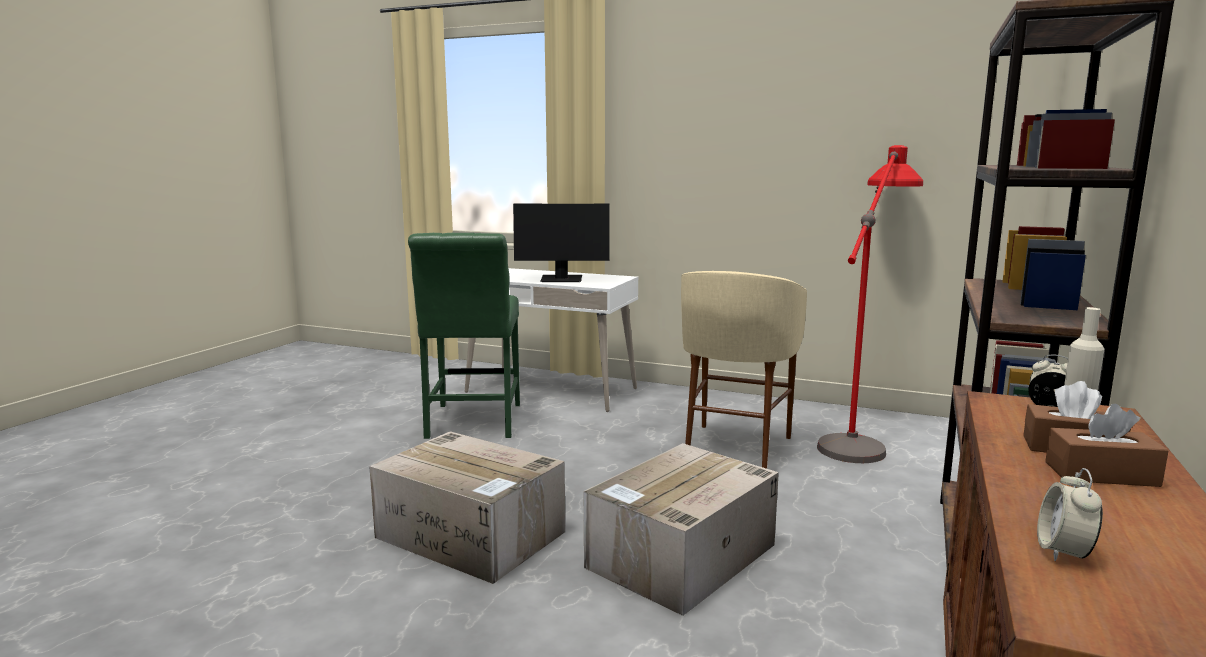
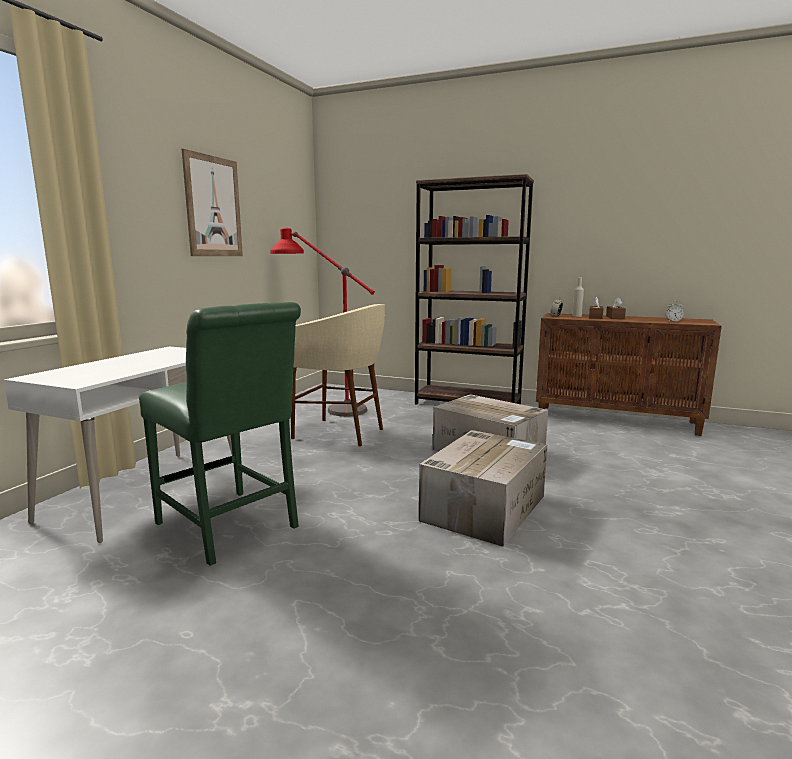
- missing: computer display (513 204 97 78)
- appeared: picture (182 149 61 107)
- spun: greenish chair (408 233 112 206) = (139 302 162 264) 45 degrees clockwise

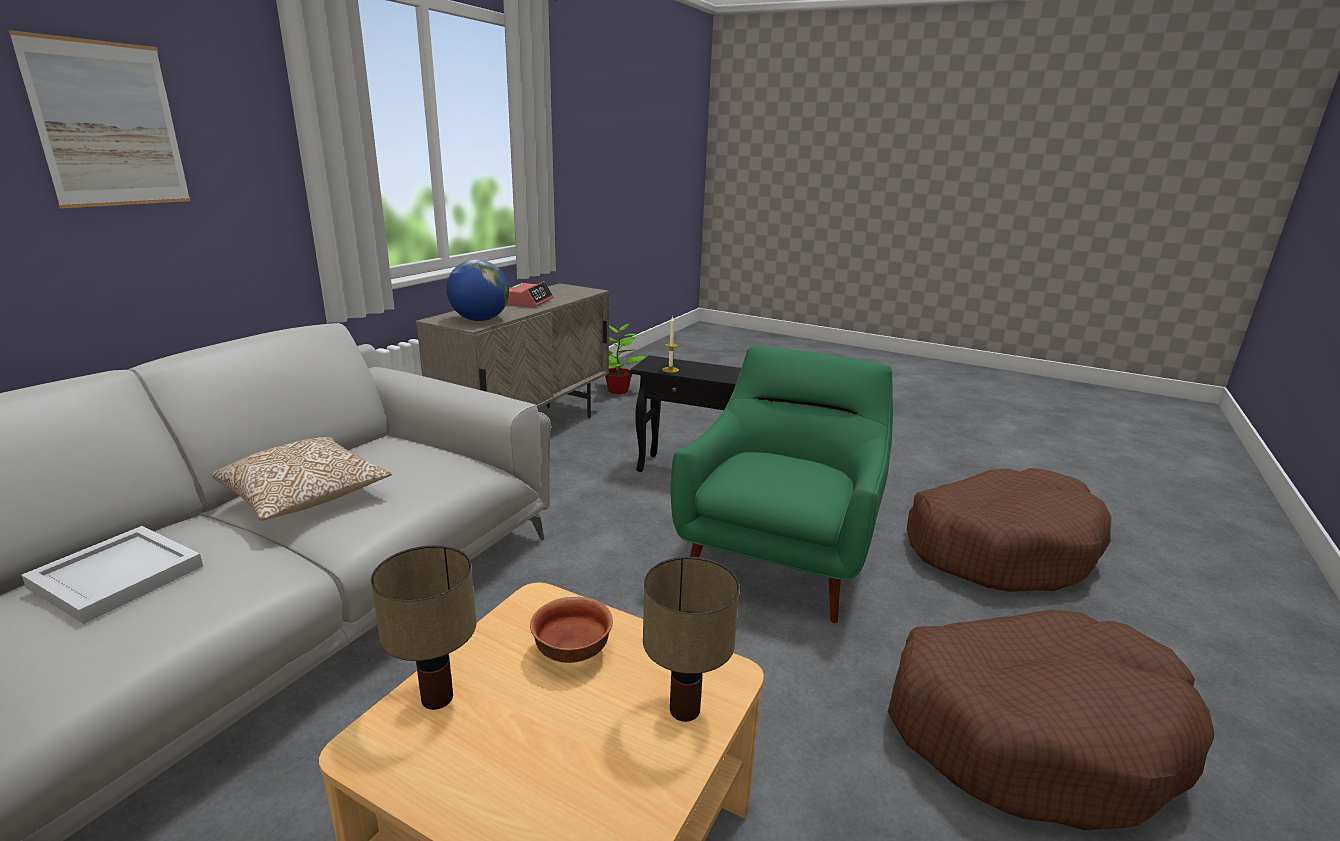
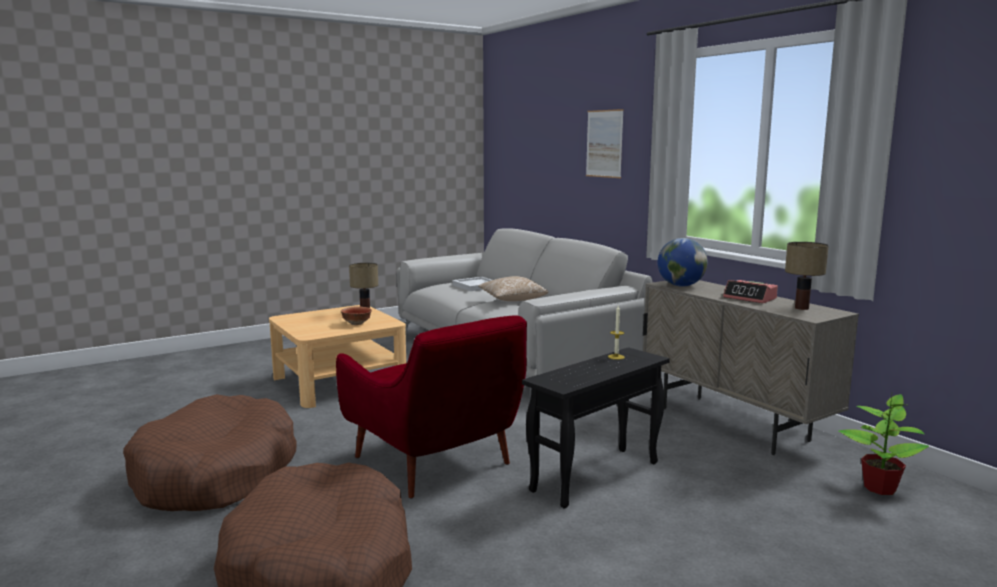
- relocated: lamp for a table (643 557 97 165) to (785 242 44 68)
- colour: greenish lounge chair (671 345 222 278) to red-coloured lounge chair (336 315 191 184)

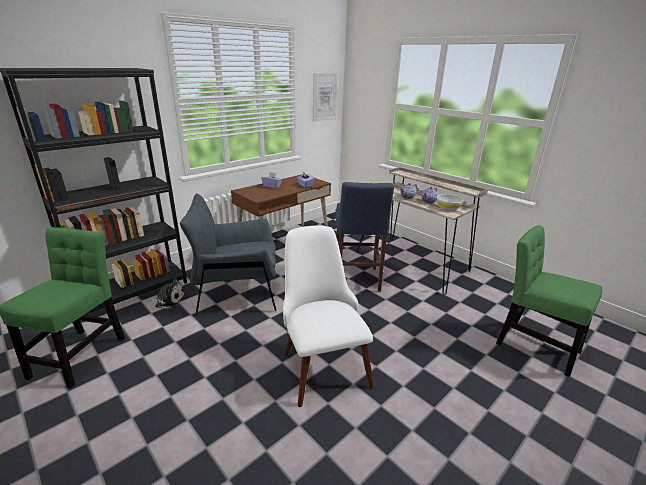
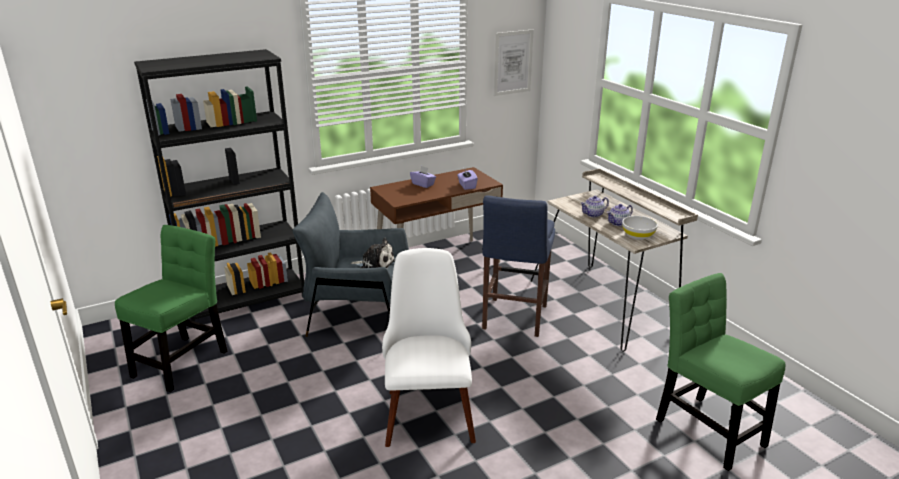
- relocated: plush toy (147 278 39 31) to (351 238 44 31)

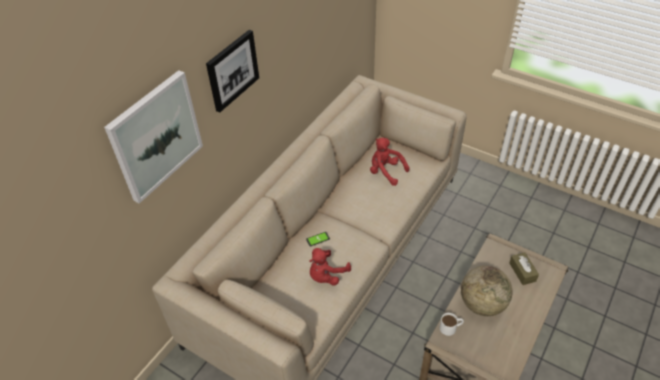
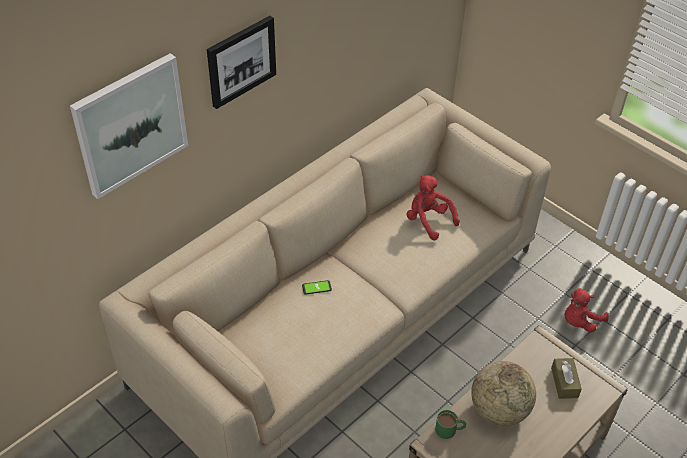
- relocated: red-coloured plush toy (309 248 42 37) to (564 288 45 45)
- colour: white coffee mug (440 313 24 23) to greenish coffee mug (435 410 31 29)

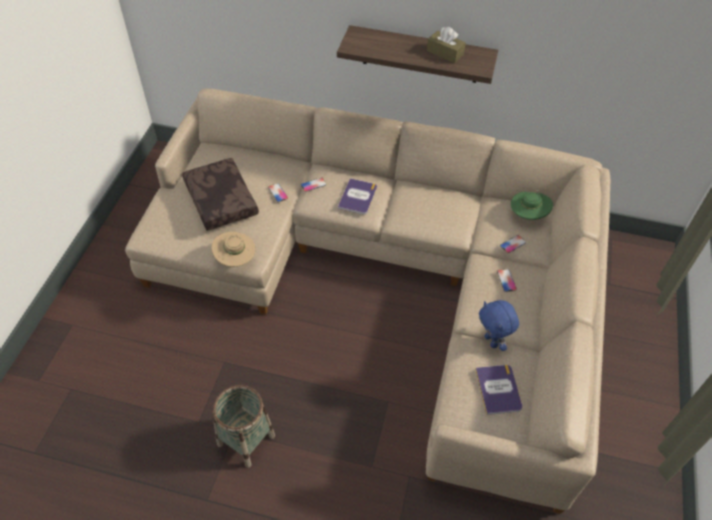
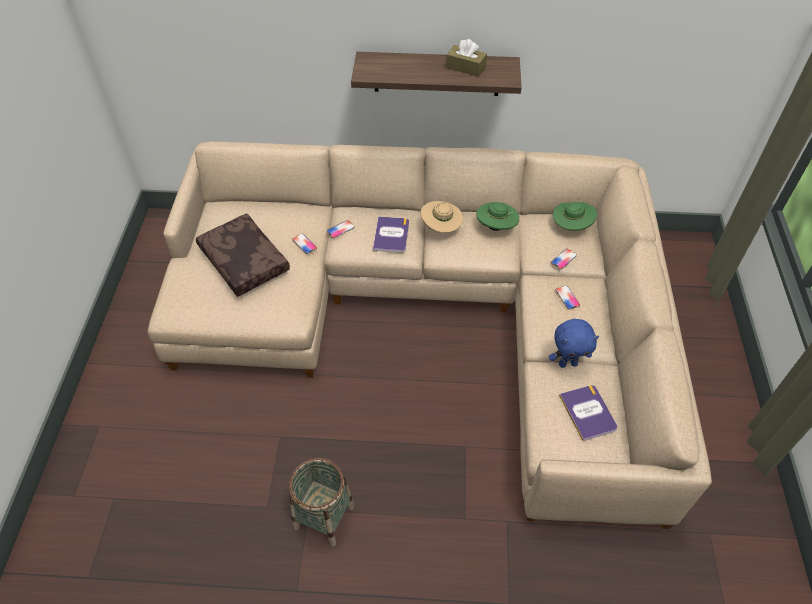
- appeared: greenish wearable hat (476 202 43 29)
- relocated: beige wearable hat (211 232 45 35) to (421 201 42 32)
- spun: blue plush toy (479 300 40 51) = (549 319 50 49) 60 degrees counterclockwise

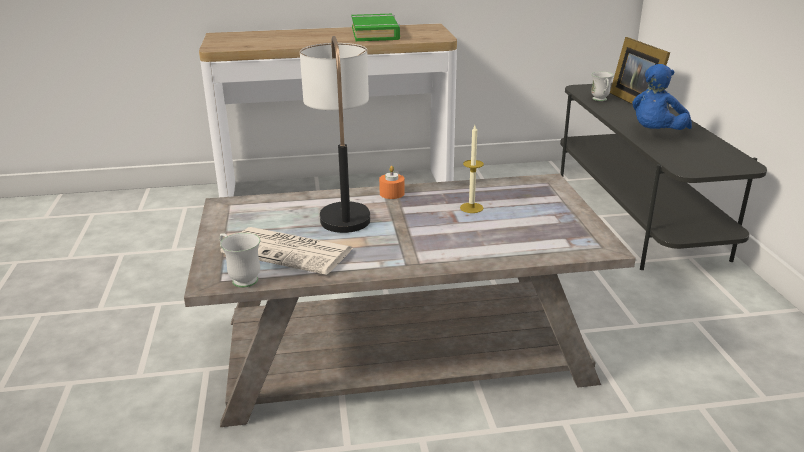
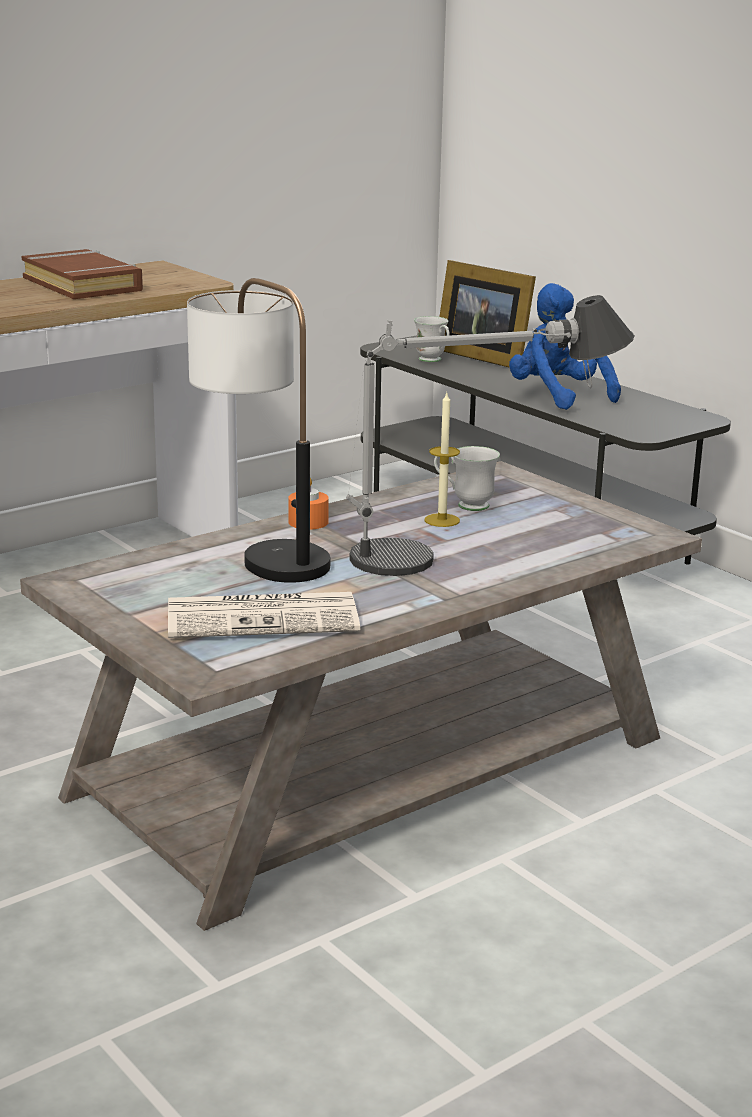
- appeared: lamp for a table (346 295 289 281)
- relocated: white coffee mug (220 233 40 54) to (434 446 66 65)
- colour: greenish bound book (351 14 49 27) to brown bound book (21 249 122 50)
- spun: blue plush toy (632 64 60 66) = (509 283 112 127) 135 degrees clockwise

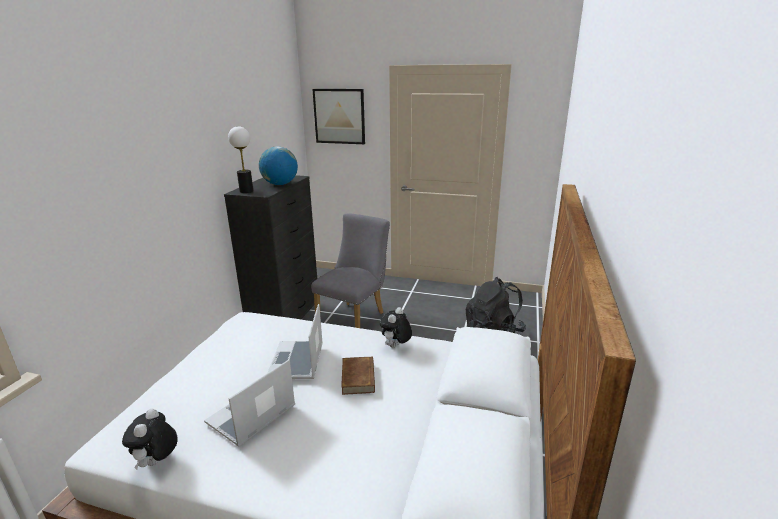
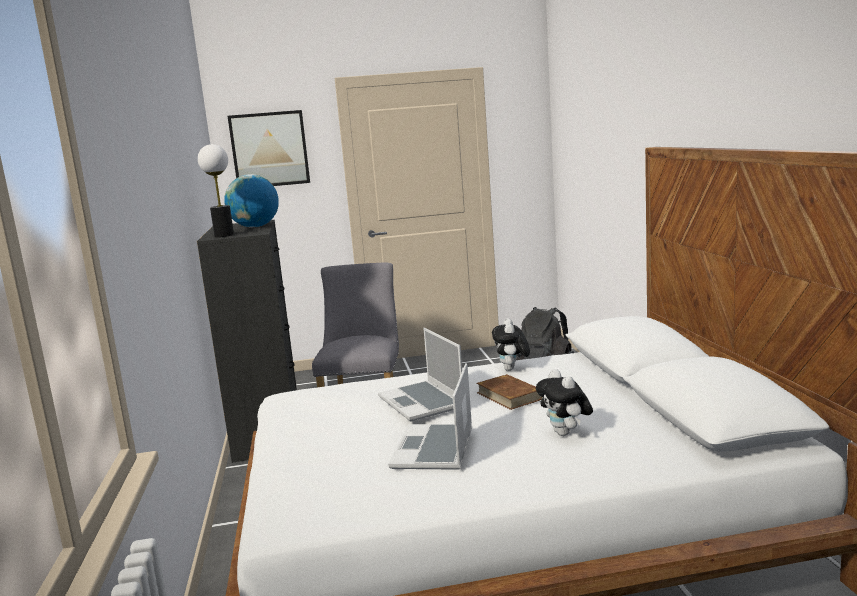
- relocated: plush toy (122 409 56 61) to (536 369 57 67)

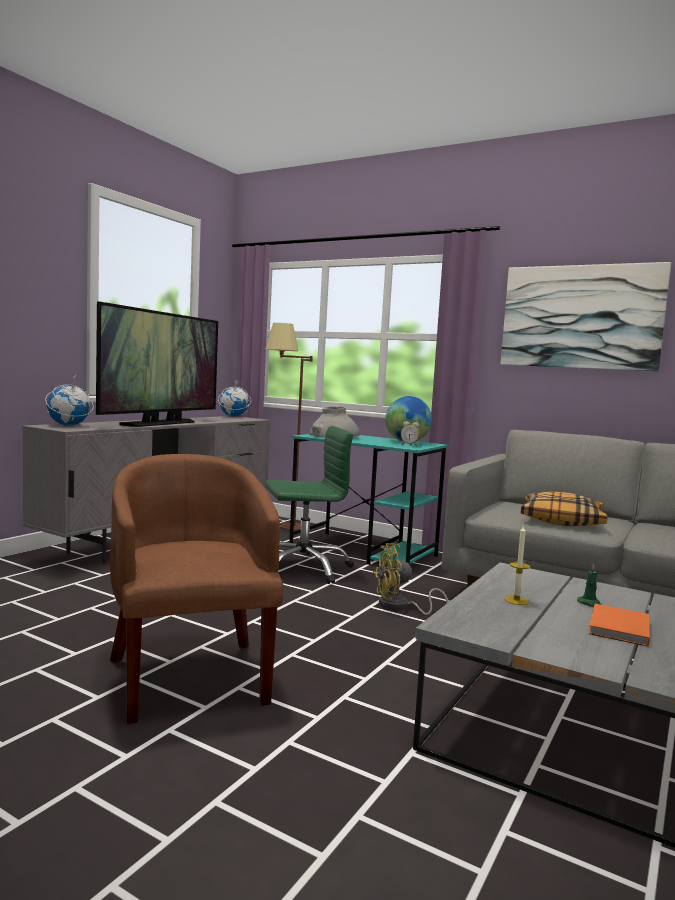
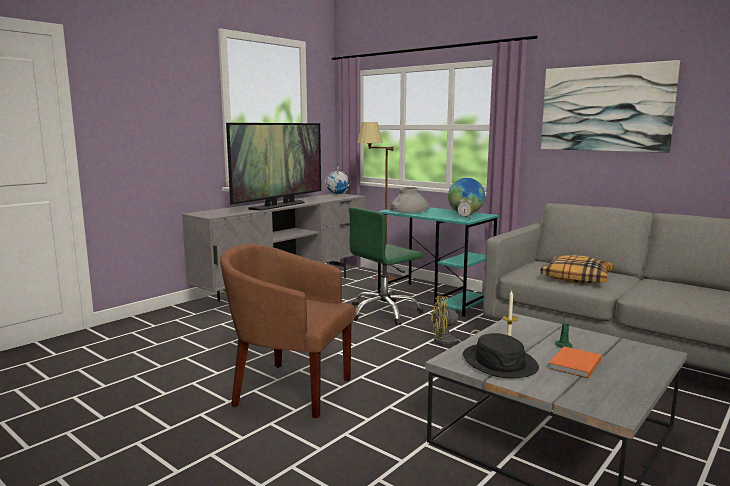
- missing: globe (45 375 49 51)
- appeared: black wearable hat (463 333 76 45)
- spun: brown lounge chair (110 454 174 270) = (220 244 136 174) 60 degrees counterclockwise
- spun: greenish office chair (265 426 89 158) = (349 207 75 118) 150 degrees clockwise

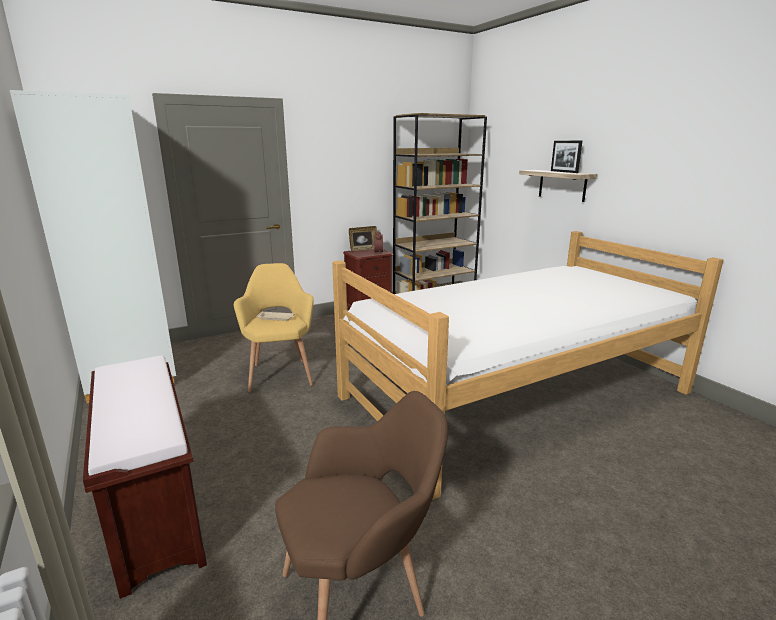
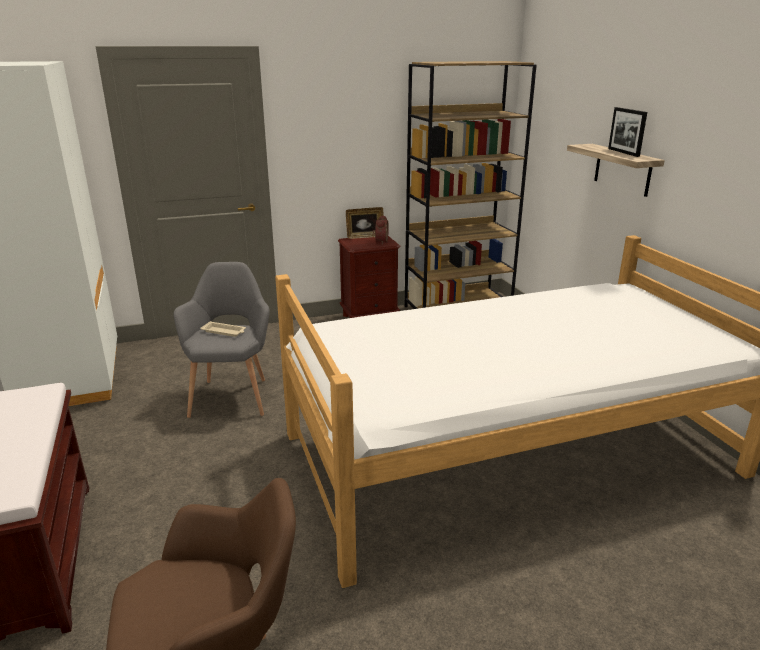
- colour: yellow lounge chair (234 263 80 129) to grey lounge chair (173 262 97 156)

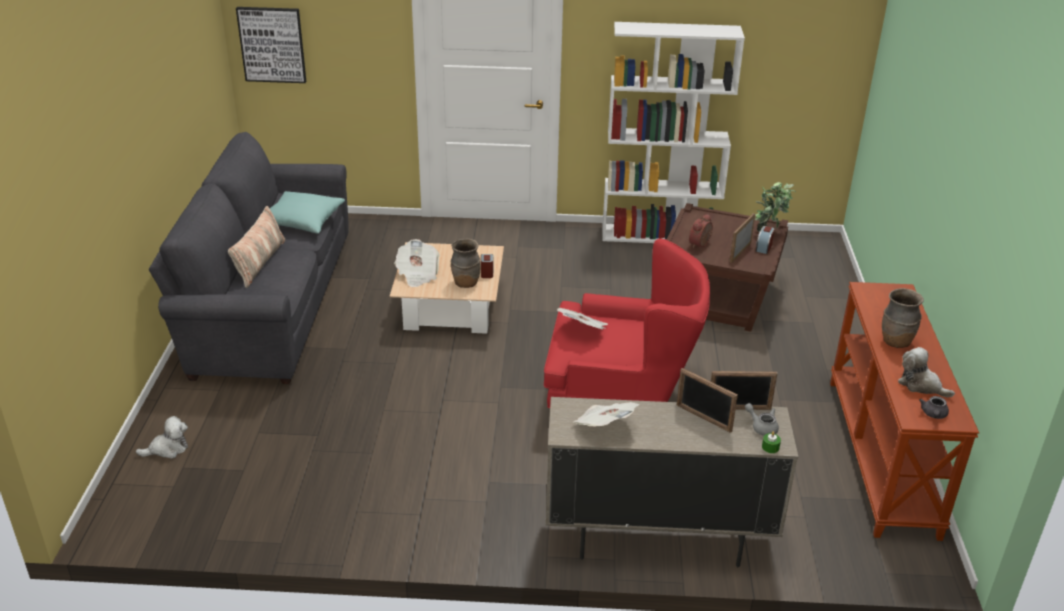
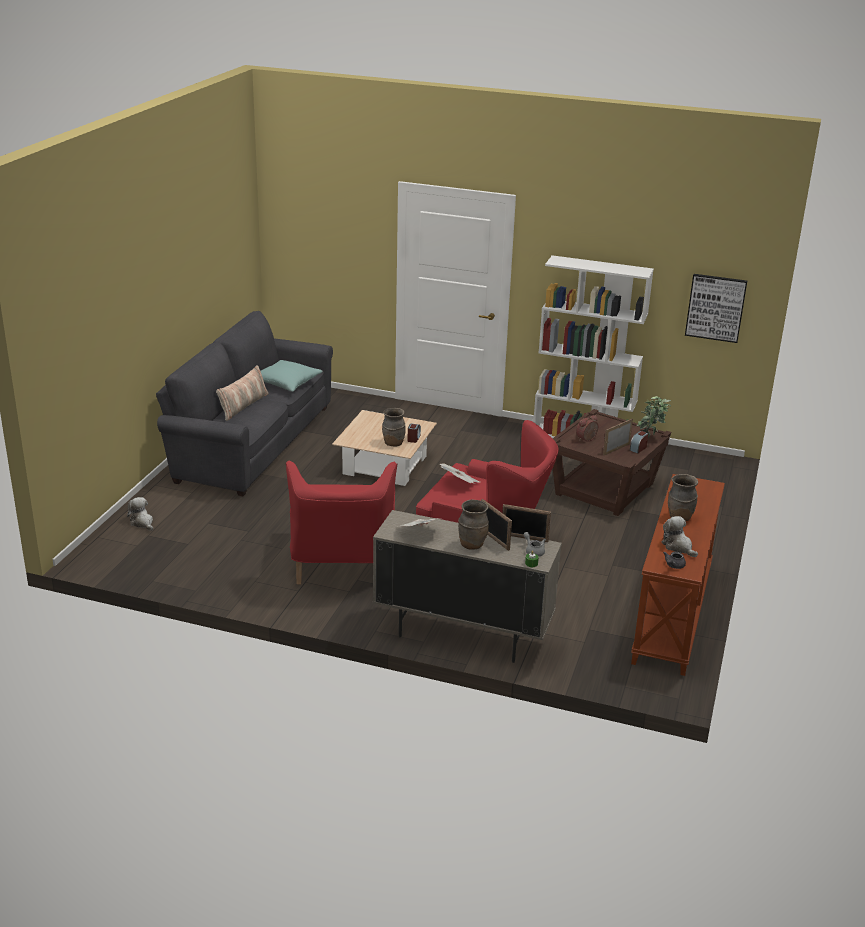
- missing: daily paper (394 239 46 48)
- appeared: red-coloured lounge chair (286 461 111 123)
- appeared: brown vase (458 500 31 49)
- relocated: picture (236 7 70 76) to (685 274 62 69)
- spun: plush toy (136 416 52 43) = (127 497 26 34) 120 degrees counterclockwise

